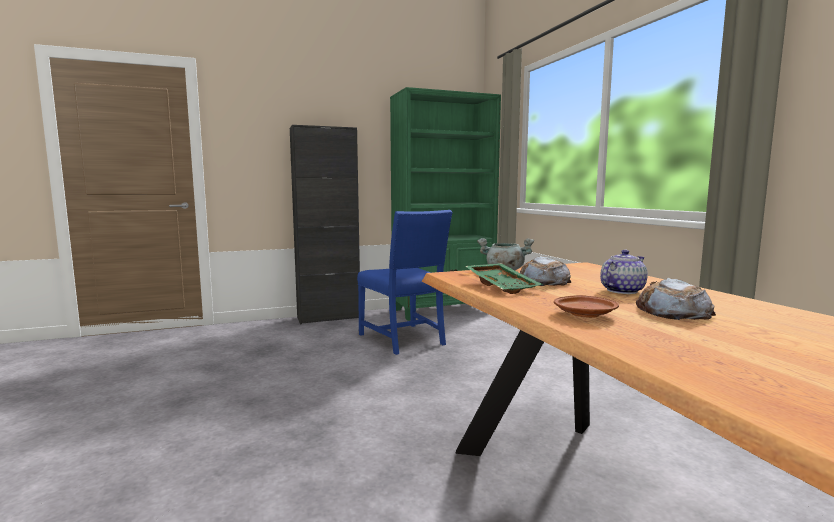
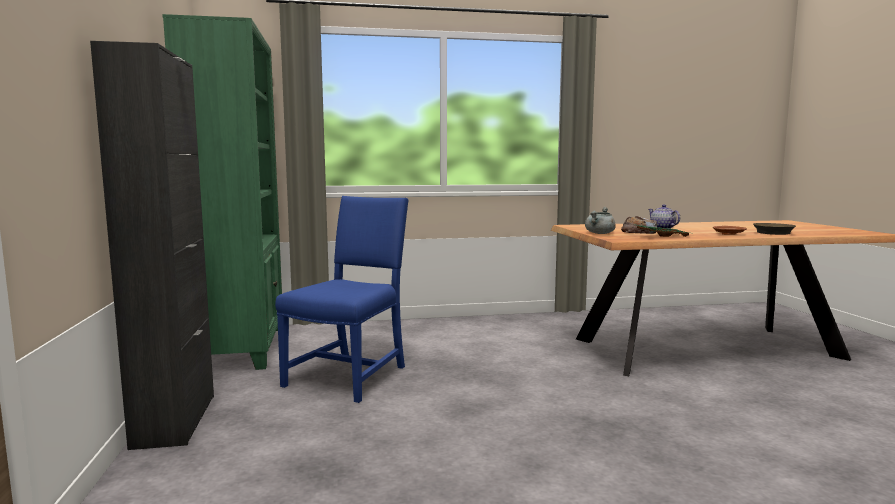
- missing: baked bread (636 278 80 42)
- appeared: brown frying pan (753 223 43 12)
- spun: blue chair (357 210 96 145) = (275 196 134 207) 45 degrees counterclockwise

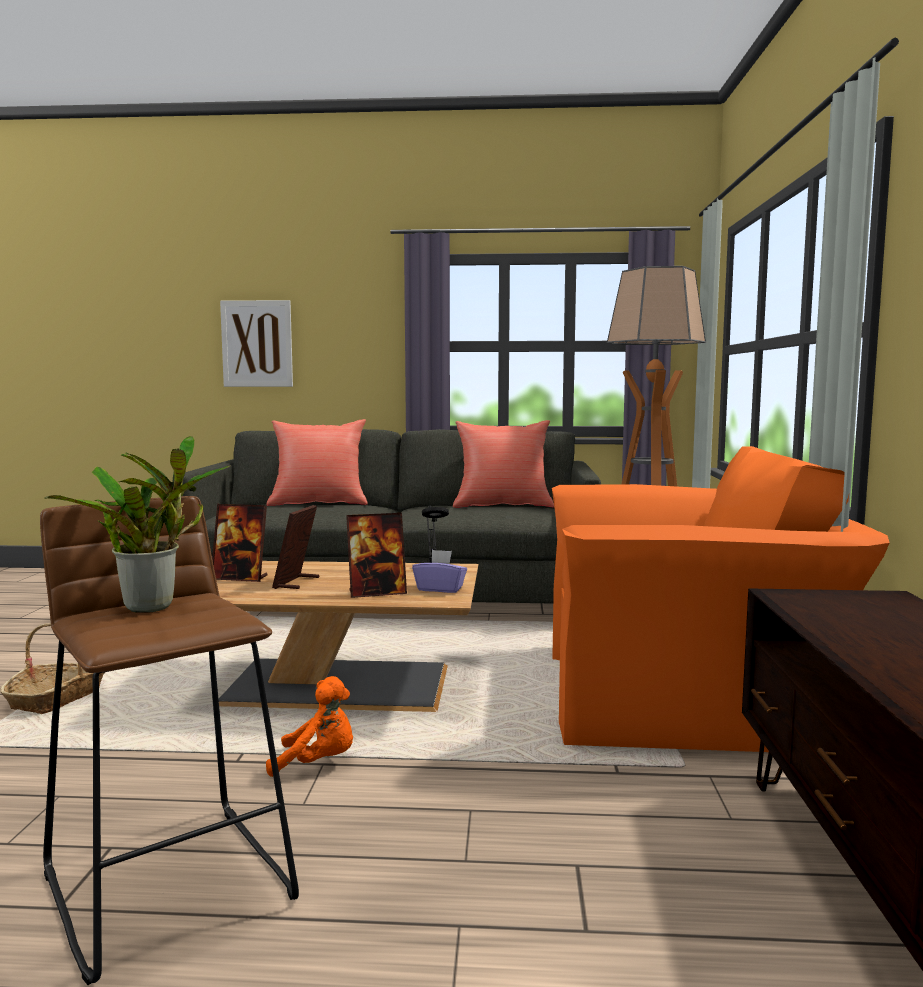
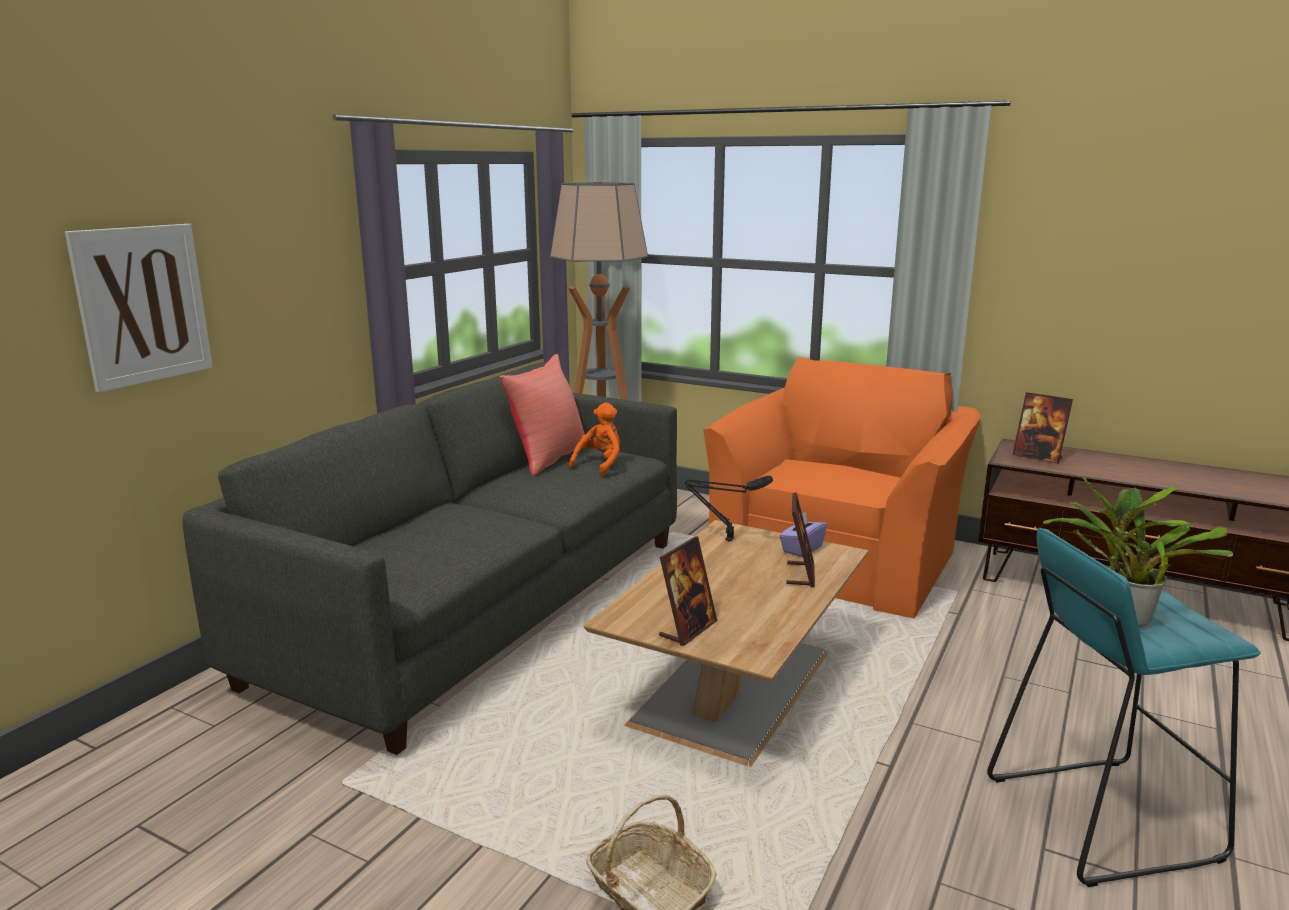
- missing: red-coloured throw pillow (266 419 102 87)
- relocated: orange-coloured plush toy (266 676 87 101) to (569 403 51 73)
- relocated: standing frame (272 505 47 84) to (1012 392 61 72)
- colour: brown stool seat (40 496 259 489) to turquoise stool seat (987 528 274 359)

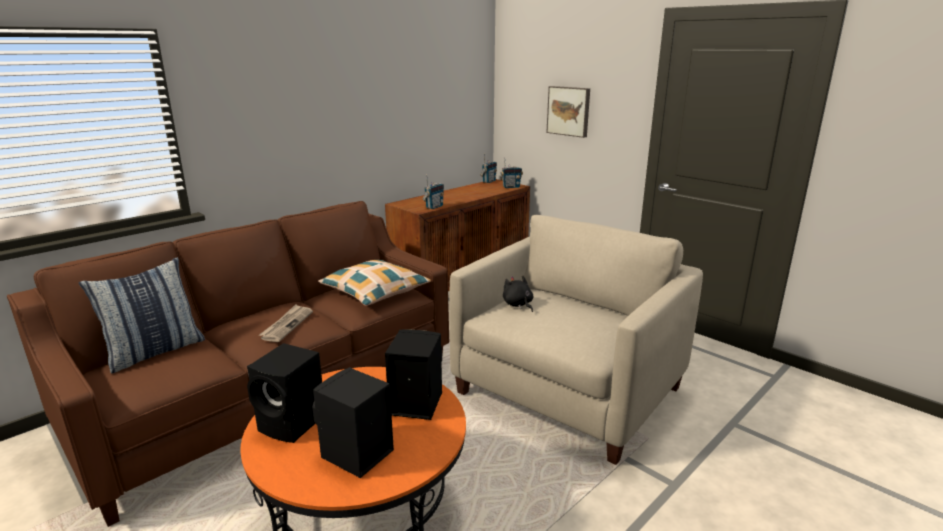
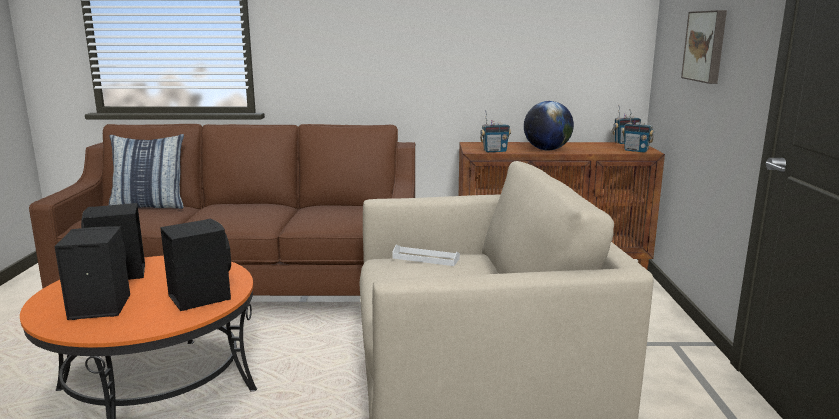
- missing: daily paper (259 304 54 38)
- missing: throw pillow (318 260 113 46)
- appeared: globe (524 101 50 49)
- exchanged: black plush toy (503 275 30 37) to white serving tray (392 245 68 21)

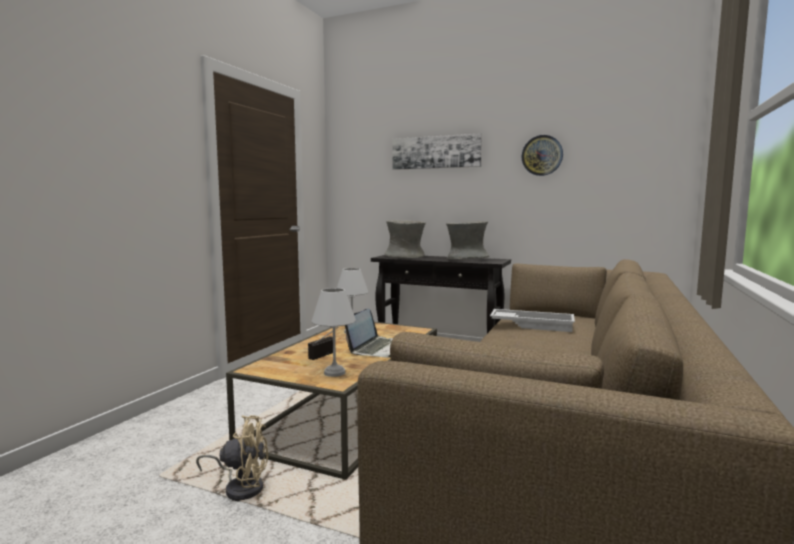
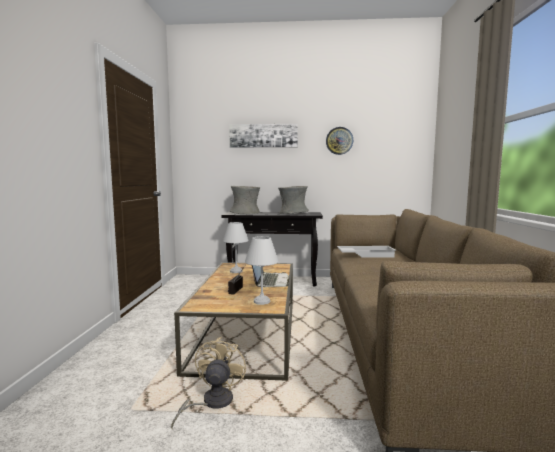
- spun: beige fan (196 415 72 86) = (171 337 75 92) 60 degrees counterclockwise

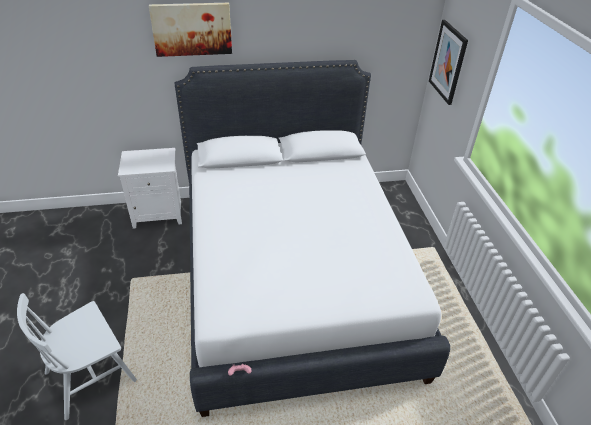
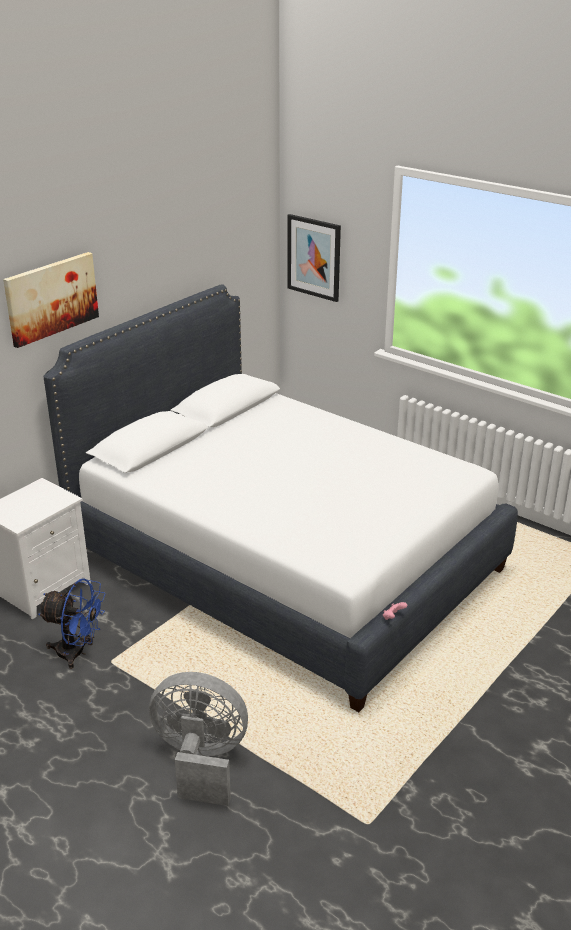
- appeared: blue fan (38 578 67 91)
- exchanged: white chair (17 293 120 127) to grey fan (149 672 99 134)

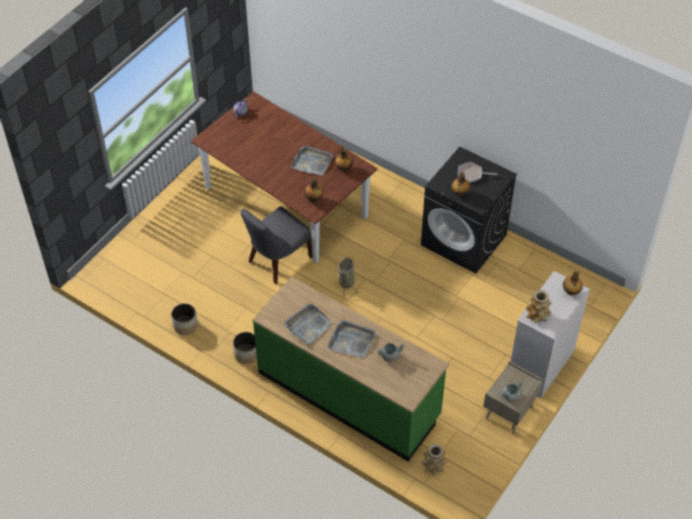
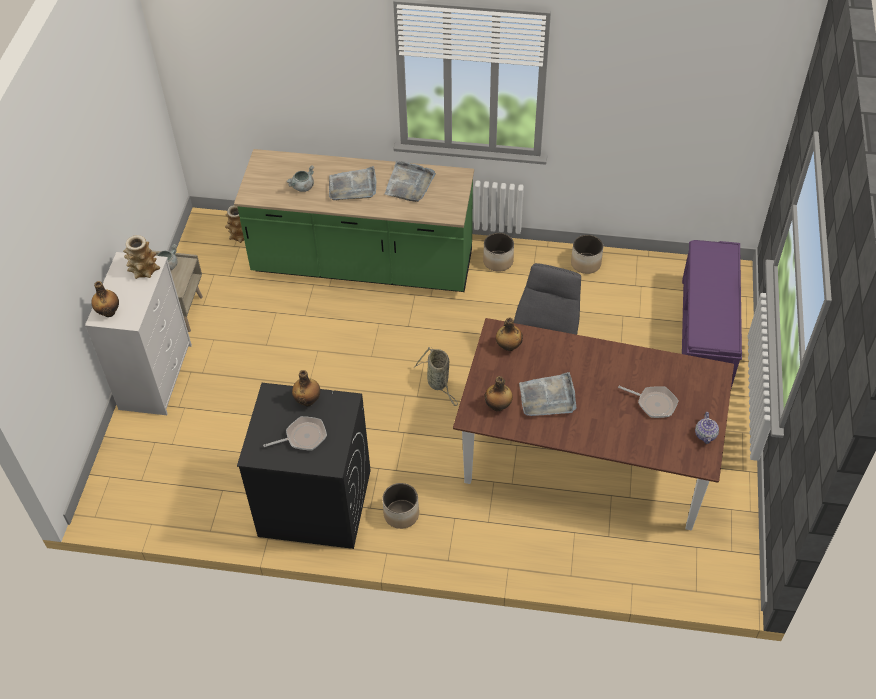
- appeared: planter (382 483 37 46)
- appeared: frying pan (618 386 61 32)
- appeared: purple long seat (682 240 60 148)

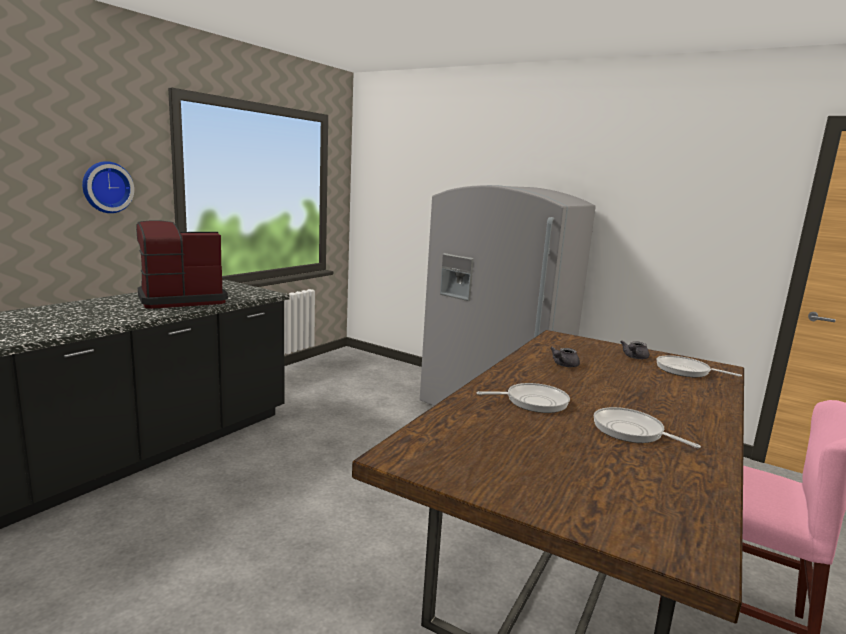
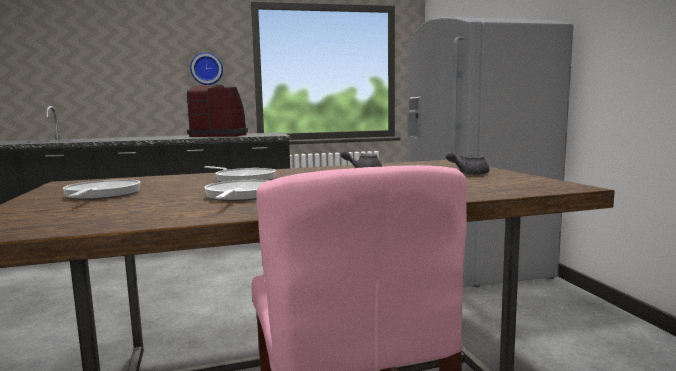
- relocated: frying pan (656 355 86 22) to (63 179 77 21)

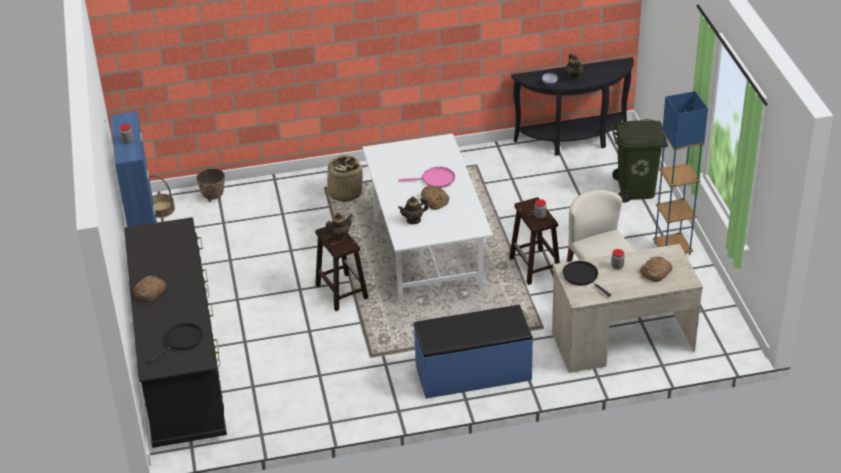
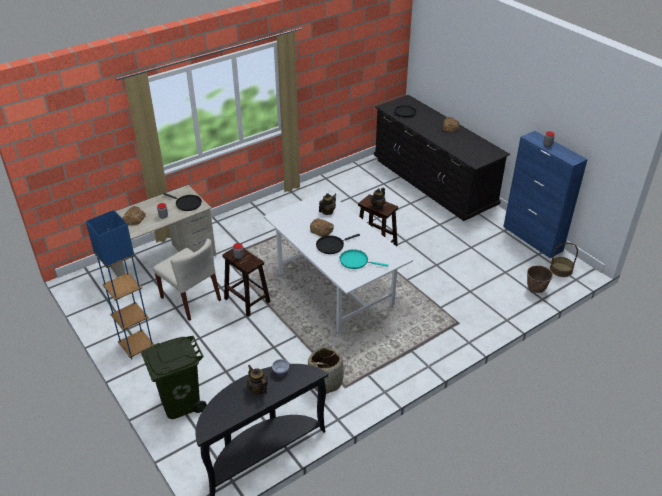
- missing: blue long seat (414 305 119 94)
- appeared: turquoise frying pan (339 249 49 20)
- relocated: household basket (321 155 45 47) to (308 346 36 48)
- colour: pinkish frying pan (398 167 57 21) to black frying pan (316 234 44 20)

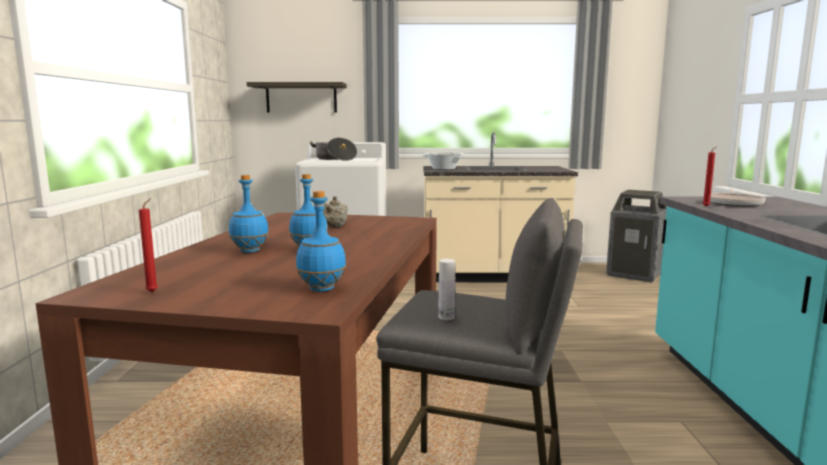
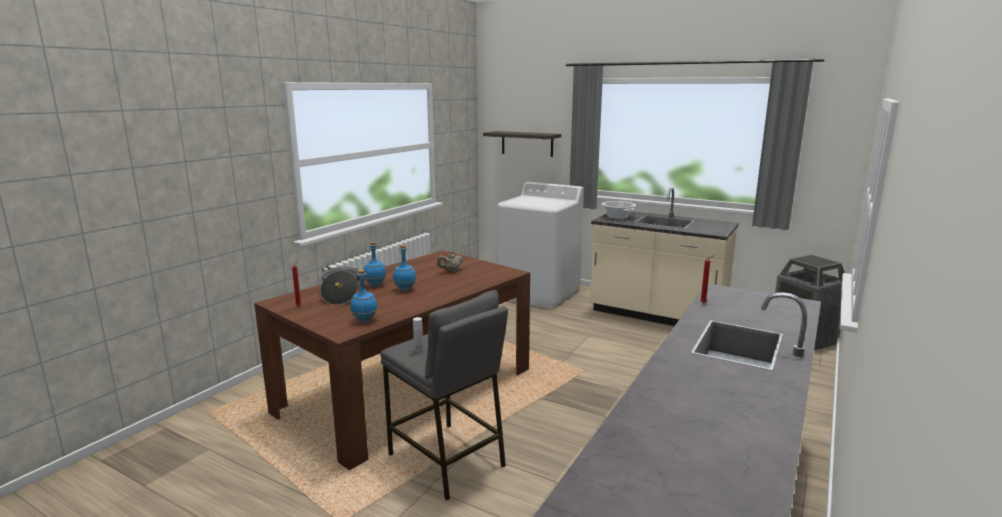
- missing: frying pan (710 189 56 18)
- relocated: saucepot (310 138 47 23) to (320 267 39 38)

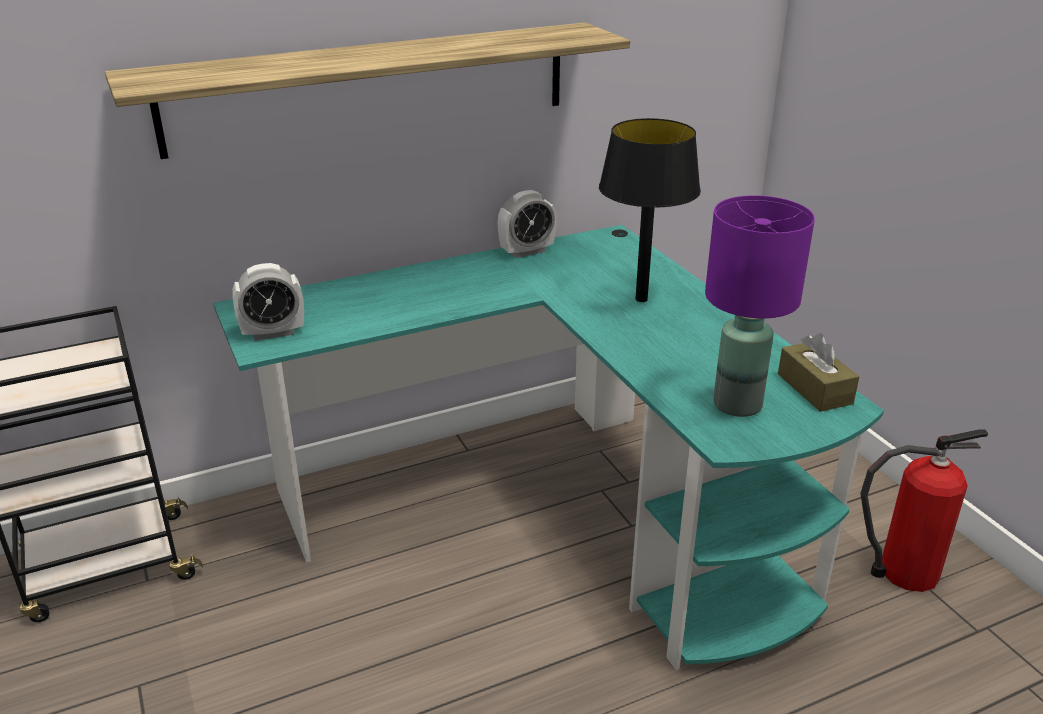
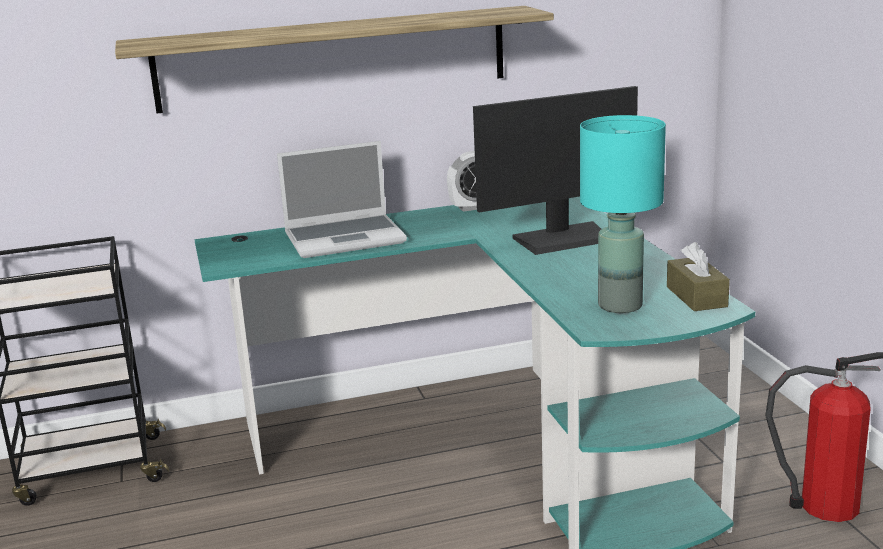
- missing: alarm clock (232 263 72 78)
- appeared: laptop (277 141 130 117)
- exchanged: black lamp for a table (599 118 102 184) to computer display (473 86 165 169)
- colour: purple lamp for a table (705 195 110 222) to turquoise lamp for a table (580 115 86 198)

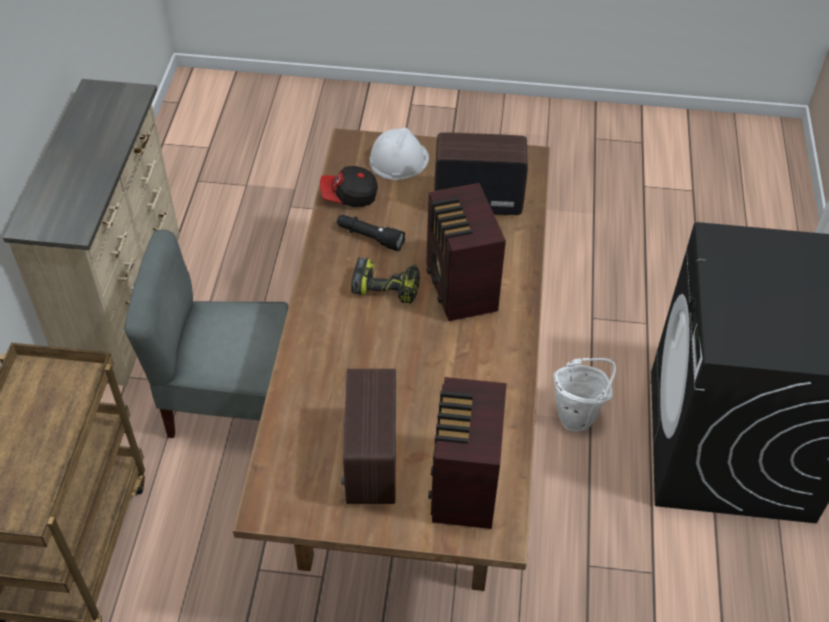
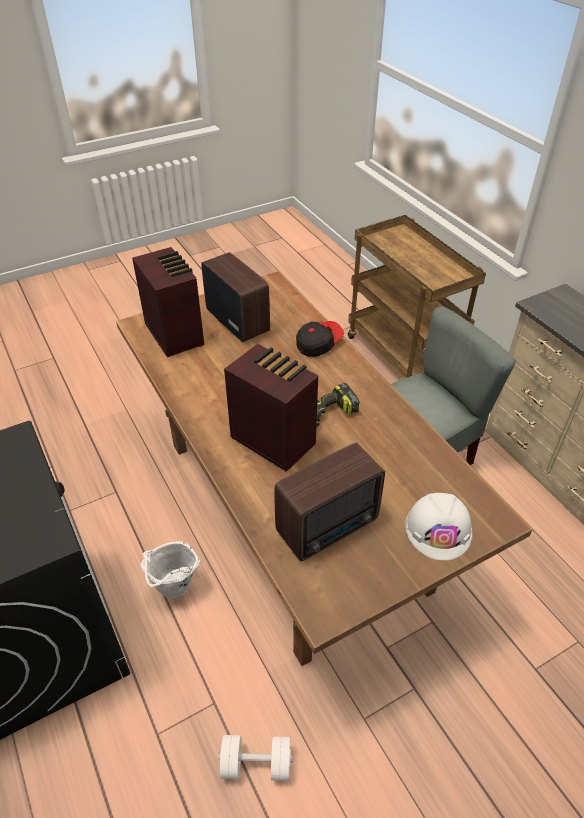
- missing: black hand torch (337 215 69 36)
- appeared: white free weight (219 735 74 46)
- relocated: cap (320 166 58 41) to (296 321 48 36)

